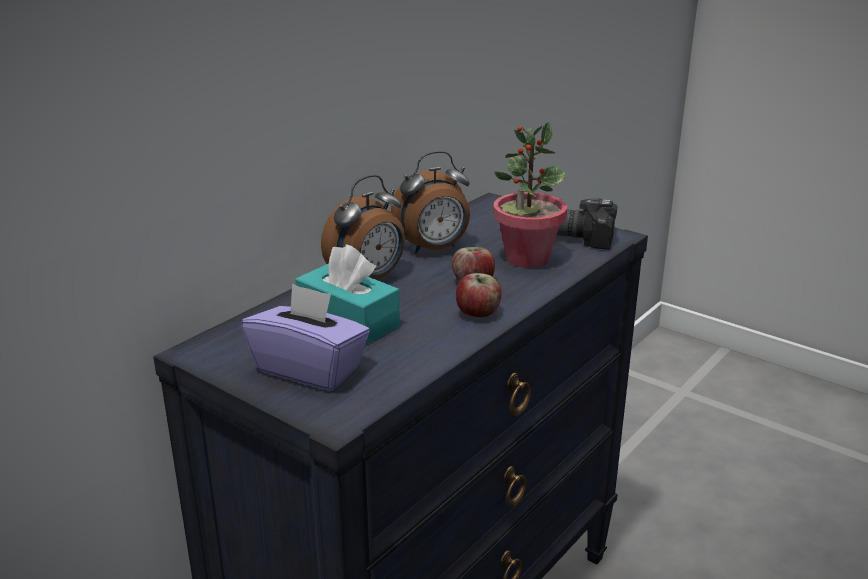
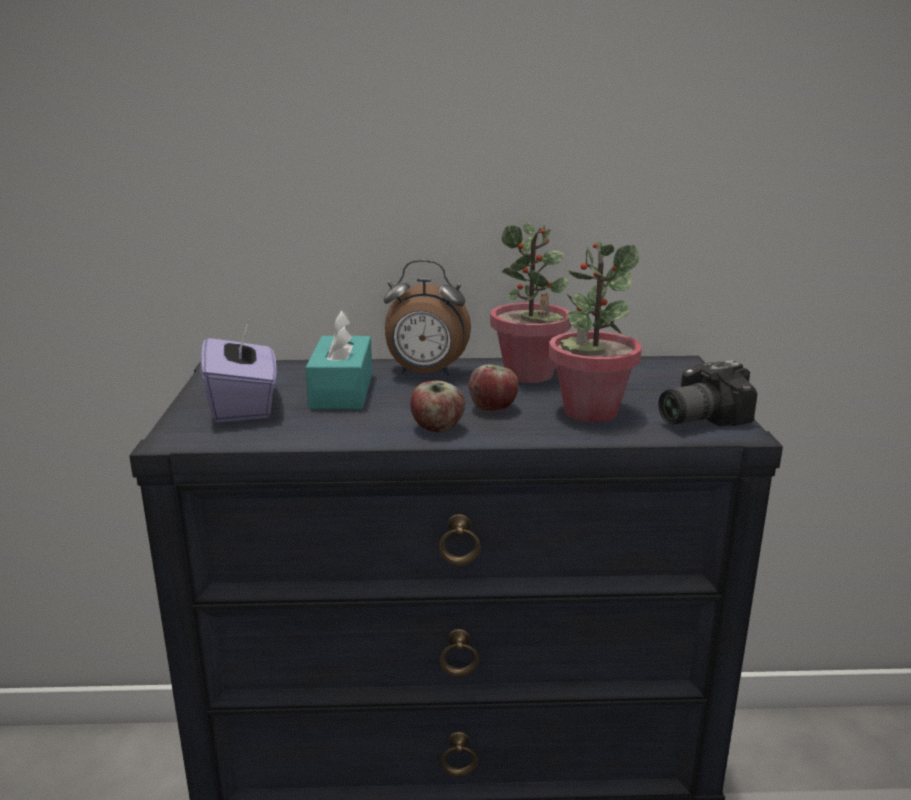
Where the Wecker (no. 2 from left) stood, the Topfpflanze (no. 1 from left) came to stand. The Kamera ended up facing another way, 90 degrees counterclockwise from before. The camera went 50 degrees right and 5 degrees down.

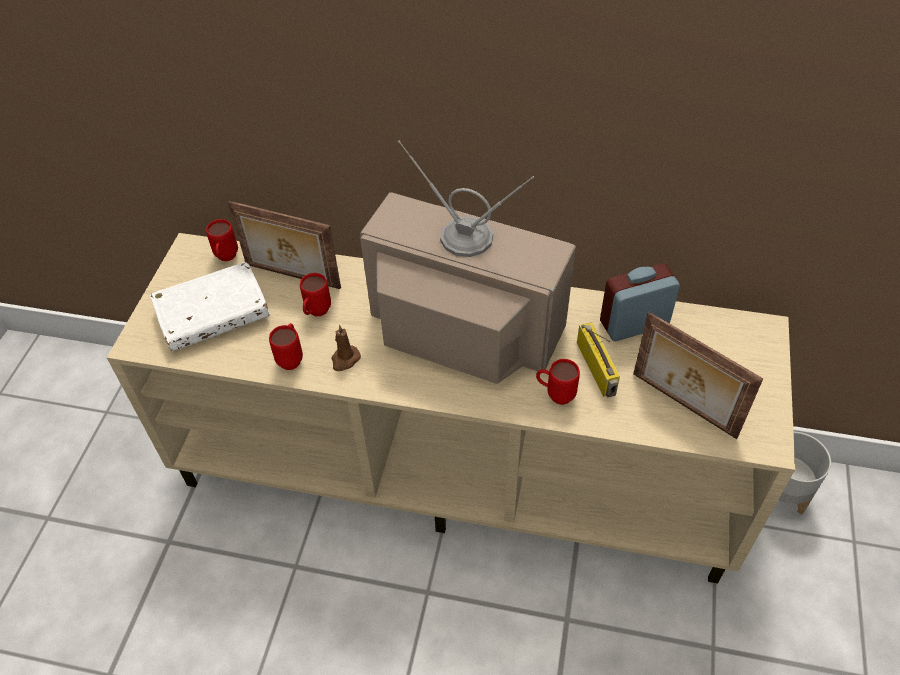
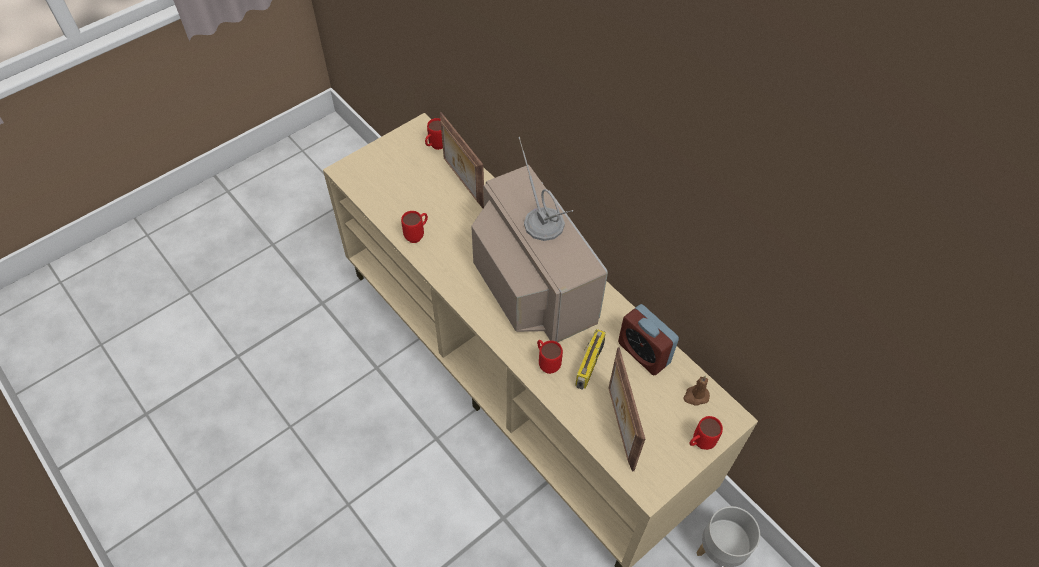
The Wecker ended up facing another way, 150 degrees counterclockwise from before. The Kerze [braun] ended up elsewhere. The Henkelbecher [rot] (no. 3 from left in the first image) ended up elsewhere. The second view lost the Buch [weiß]. The camera went 35 degrees right and 5 degrees up.

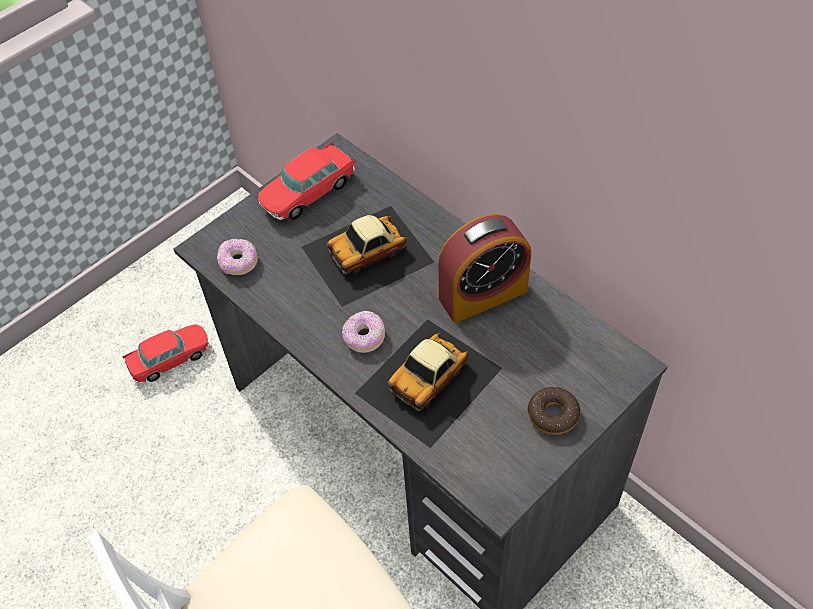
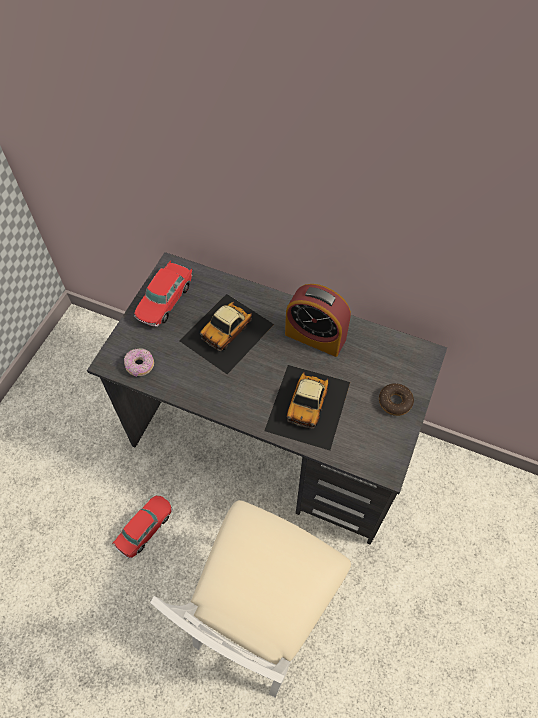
The Spielzeugauto (no. 1 from left) ended up elsewhere. The Wecker ended up facing another way, 75 degrees clockwise from before. The second view lost the Donut (no. 2 from left). The camera went 25 degrees left and 5 degrees up.

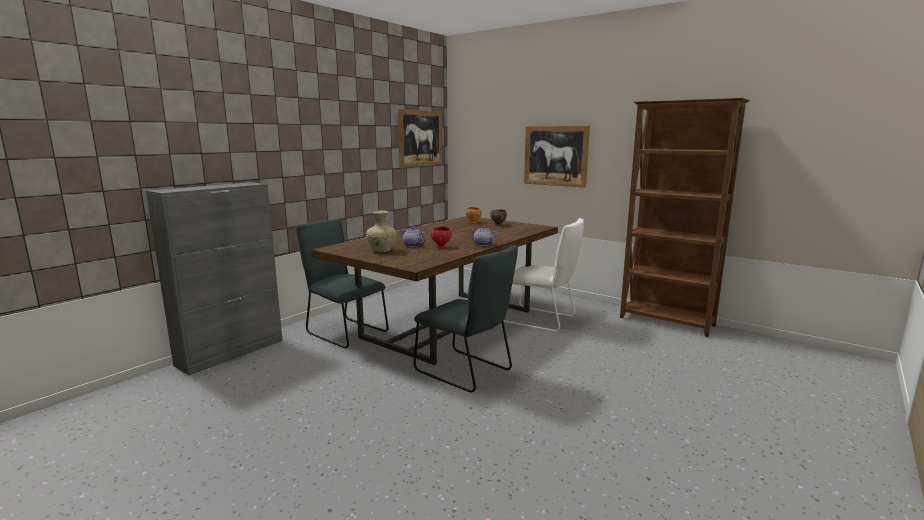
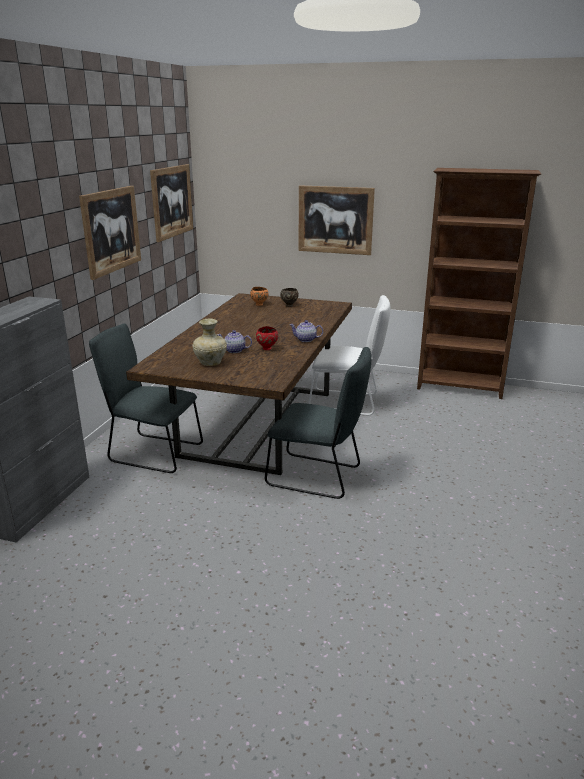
The second view gained the Bild (no. 1 from left). The camera went 20 degrees left and 10 degrees up.

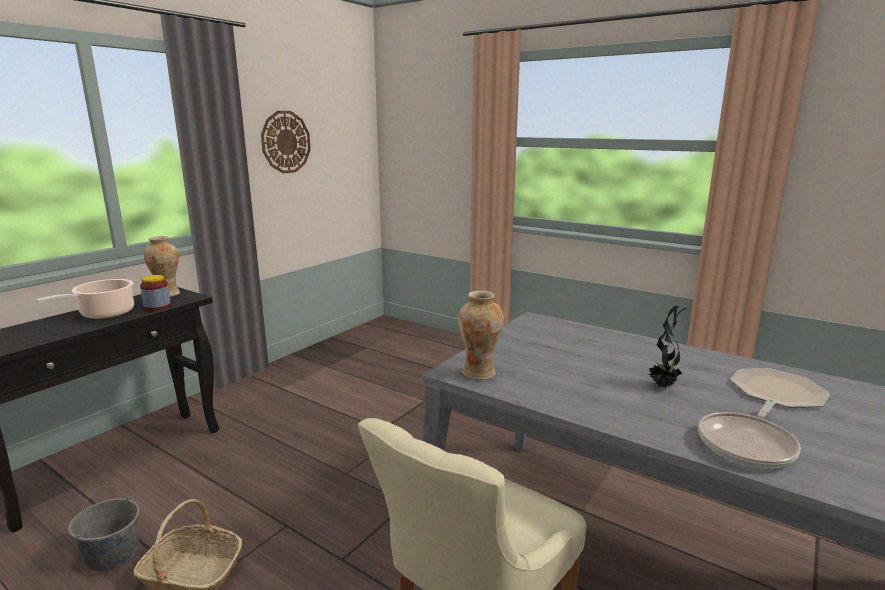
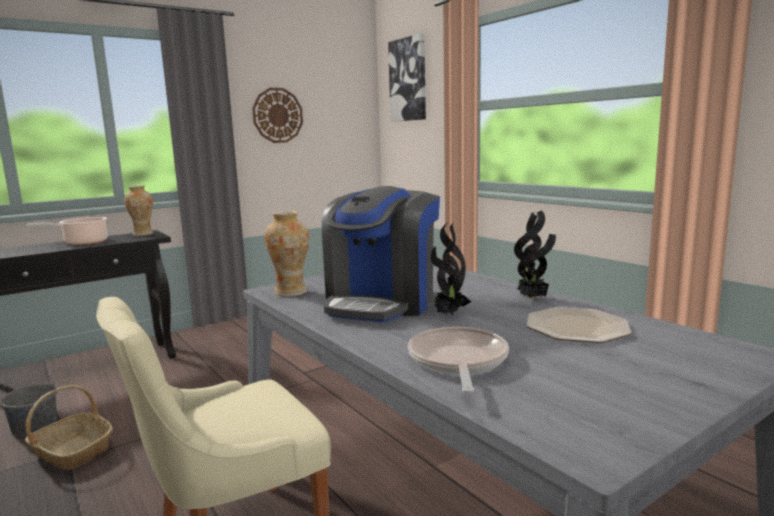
The second view gained the Kaffeemaschine. The second view gained the Bild. The Pfanne ended up facing another way, 120 degrees clockwise from before. The second view gained the Topfpflanze (no. 2 from left). The second view lost the Vorratsglas. The camera went 20 degrees right and 5 degrees down.

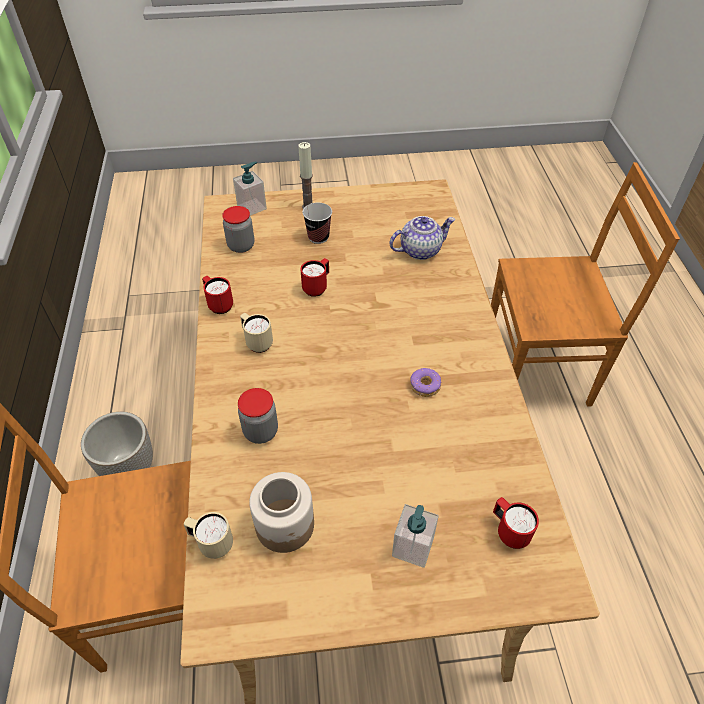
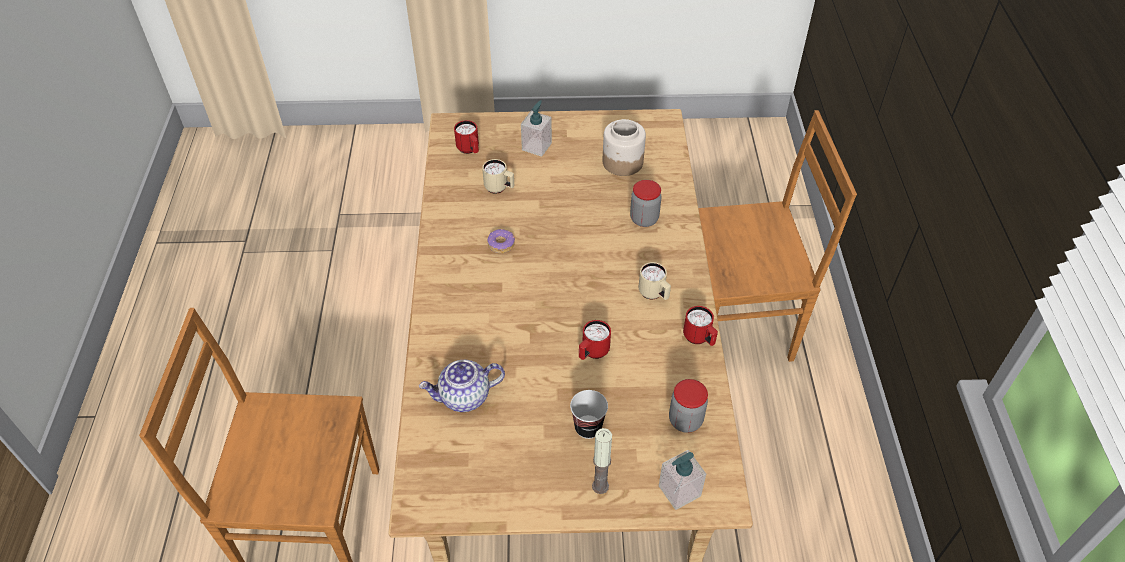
The Henkelbecher [beige] (no. 1 from left) ended up elsewhere. The second view lost the Pflanzkübel. The camera went 175 degrees left and 0 degrees up.

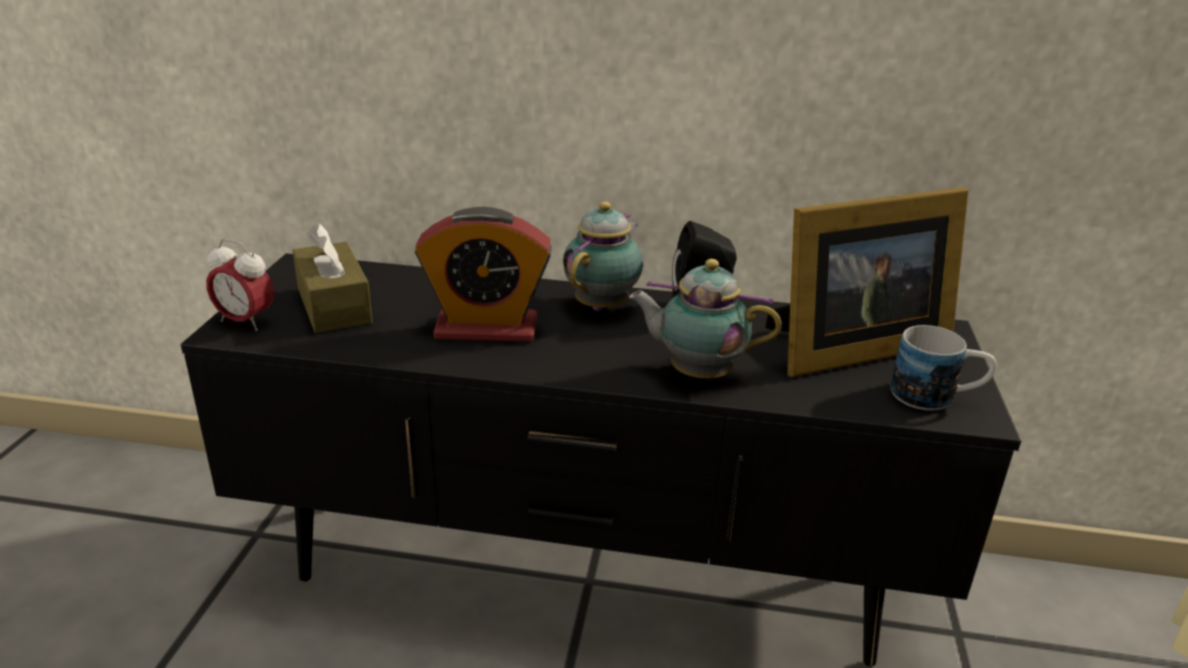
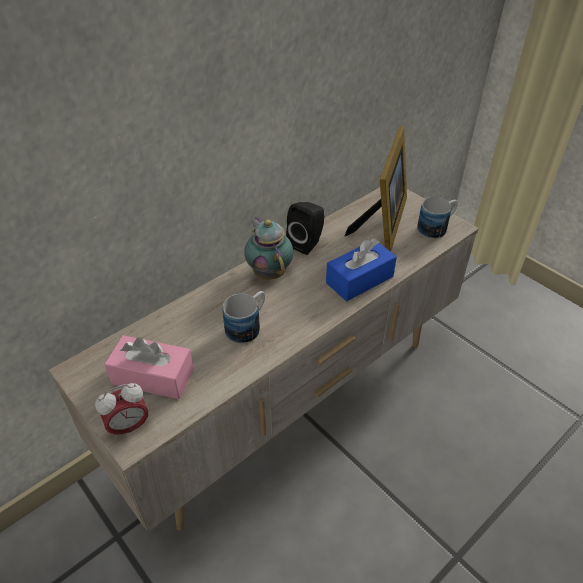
What was the Fernsehschrank [schwarz] turned into the Fernsehschrank [beige]. What was the Taschentuchbox [braun] turned into the Taschentuchbox [rosa]. Where the Wecker (no. 2 from left) stood, the Henkelbecher (no. 1 from left) came to stand. Where the Teekanne (no. 2 from left) stood, the Taschentuchbox [blau] came to stand. The camera went 50 degrees left and 15 degrees up.

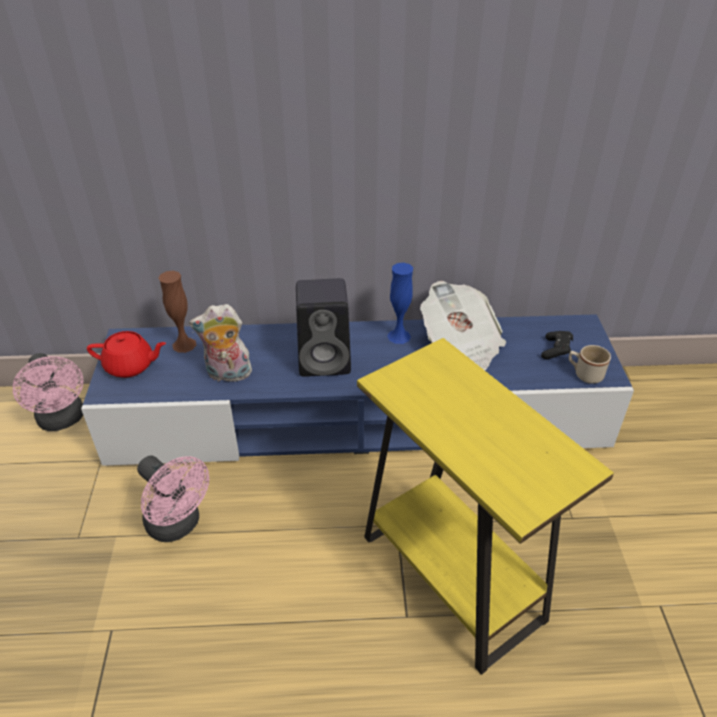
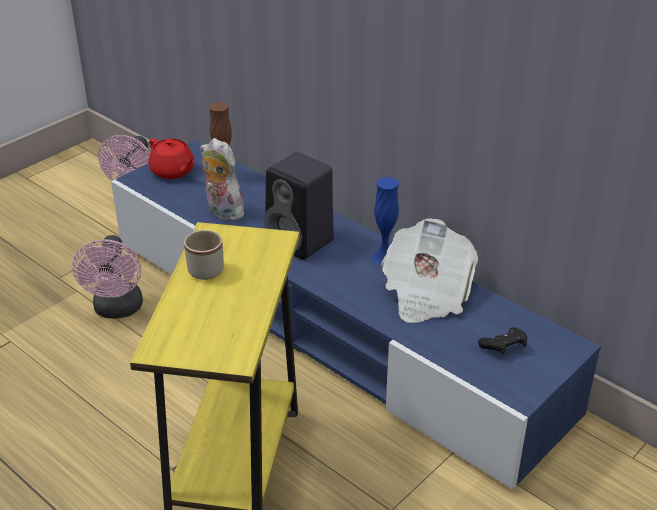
The Henkelbecher [beige] ended up elsewhere. The camera went 45 degrees right and 5 degrees down.

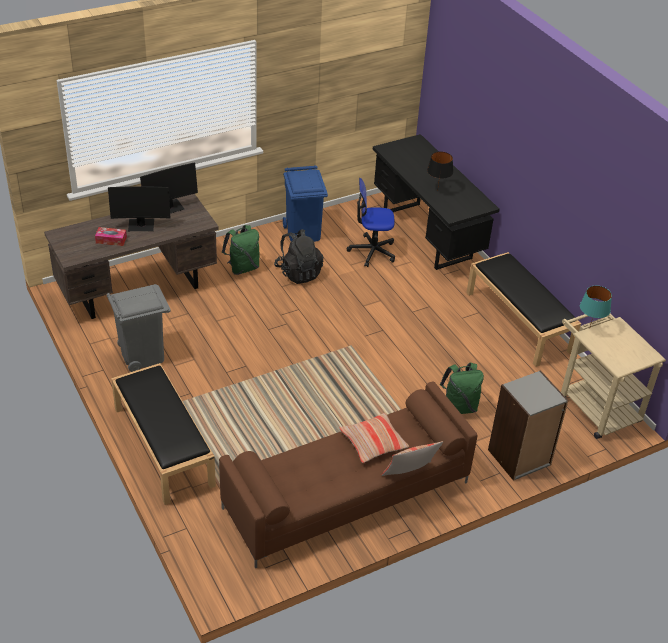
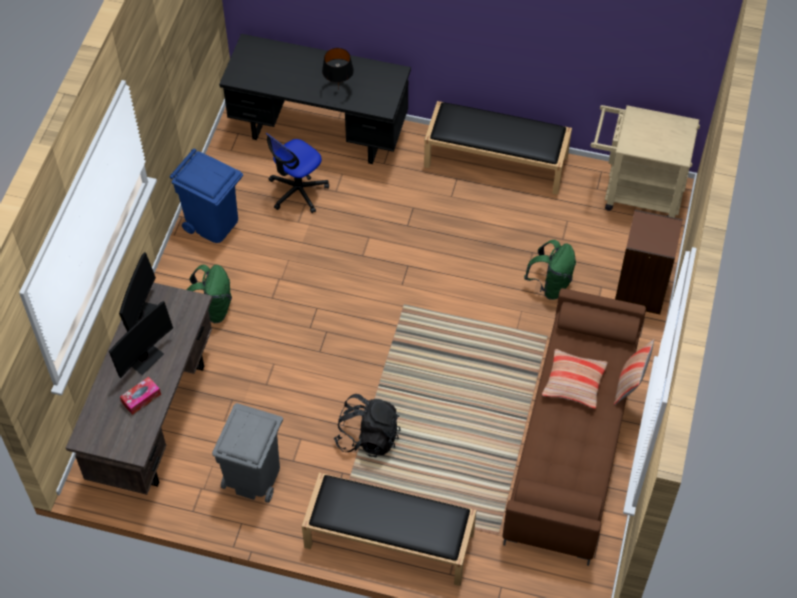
The Rucksack [schwarz] ended up elsewhere. What was the Bücherregal [grau] turned into the Bücherregal [braun]. The second view lost the Tischlampe [türkis]. The camera went 45 degrees left and 15 degrees up.

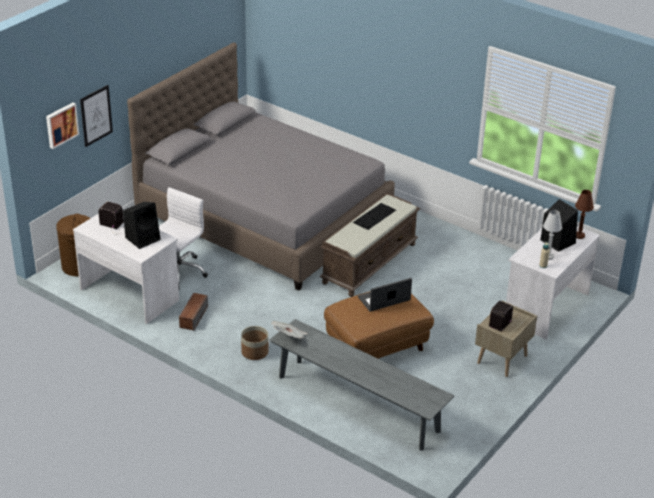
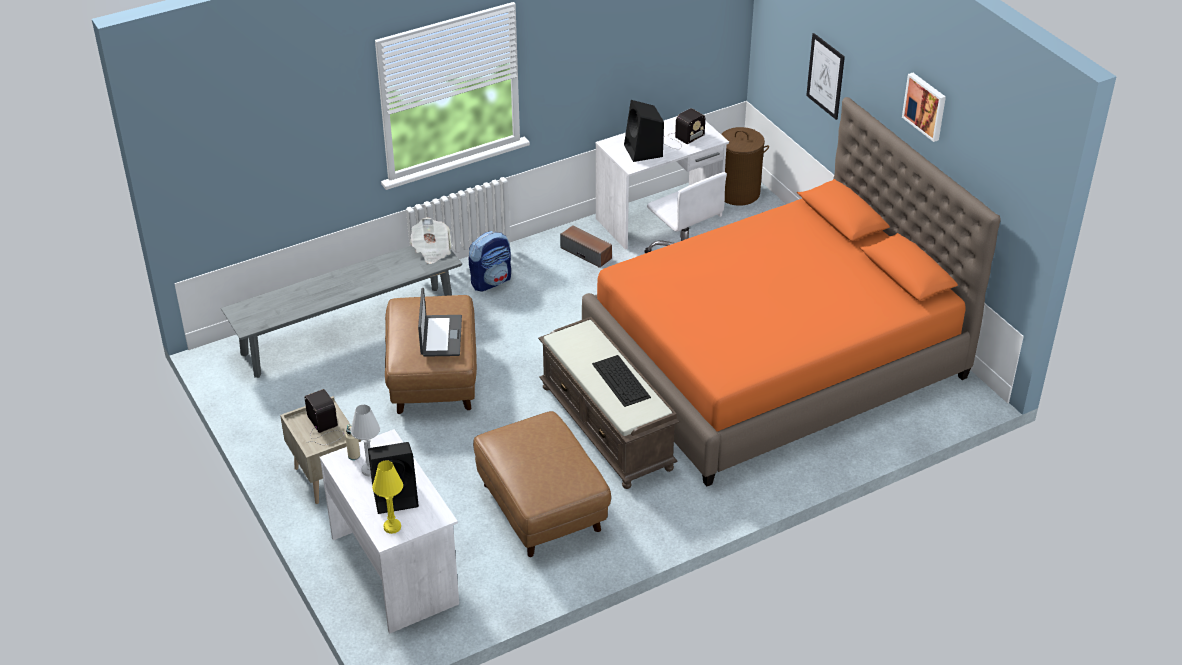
What was the Tischlampe [braun] turned into the Tischlampe [gelb]. Where the Pflanzkübel stood, the Rucksack came to stand. The second view gained the Polsterhocker [braun] (no. 2 from left). What was the Bett [grau] turned into the Bett [orange]. The Bild (no. 1 from left in the first image) ended up elsewhere. The camera went 115 degrees right and 5 degrees up.

